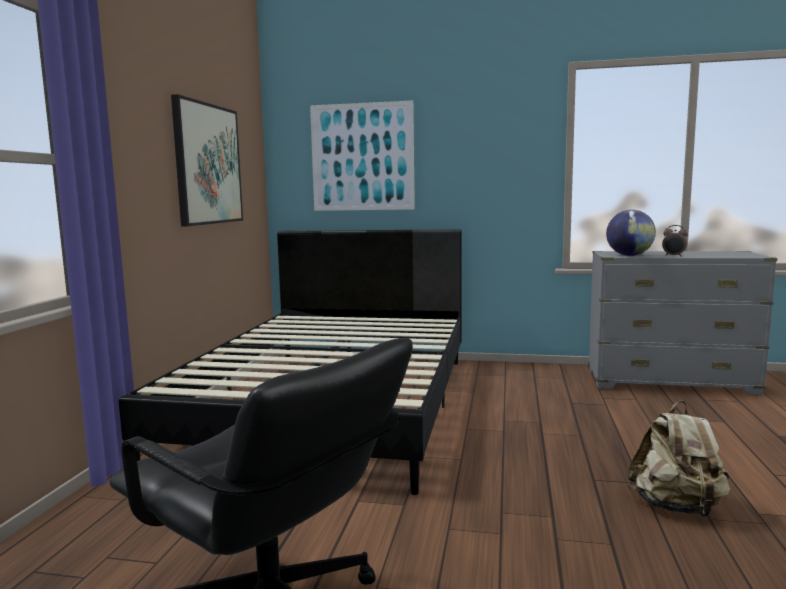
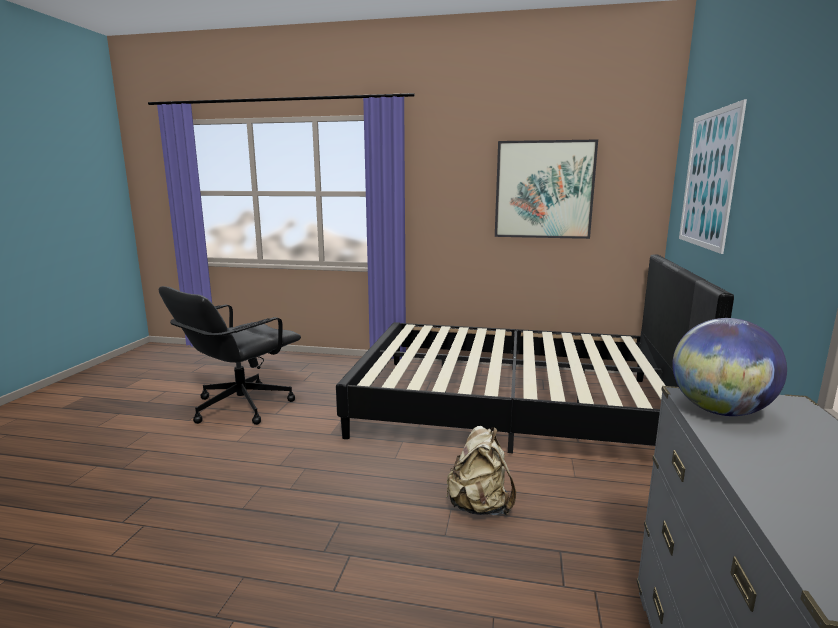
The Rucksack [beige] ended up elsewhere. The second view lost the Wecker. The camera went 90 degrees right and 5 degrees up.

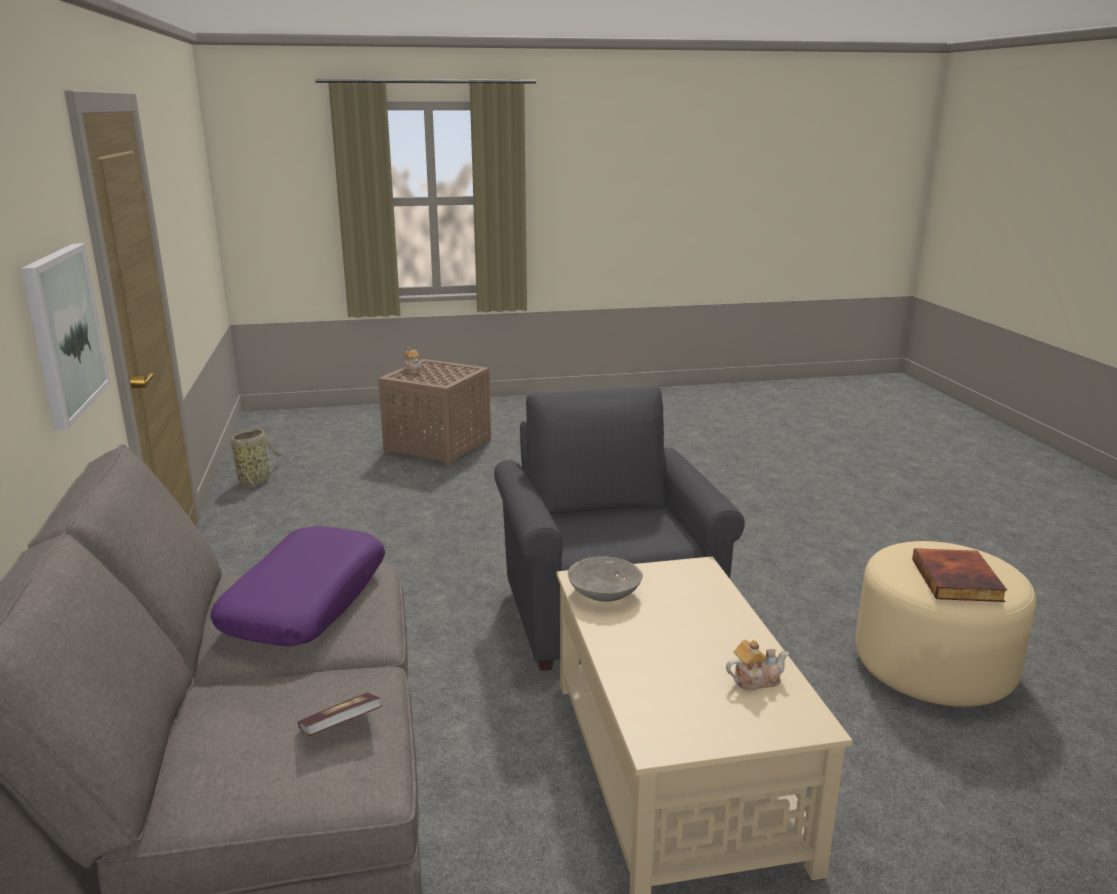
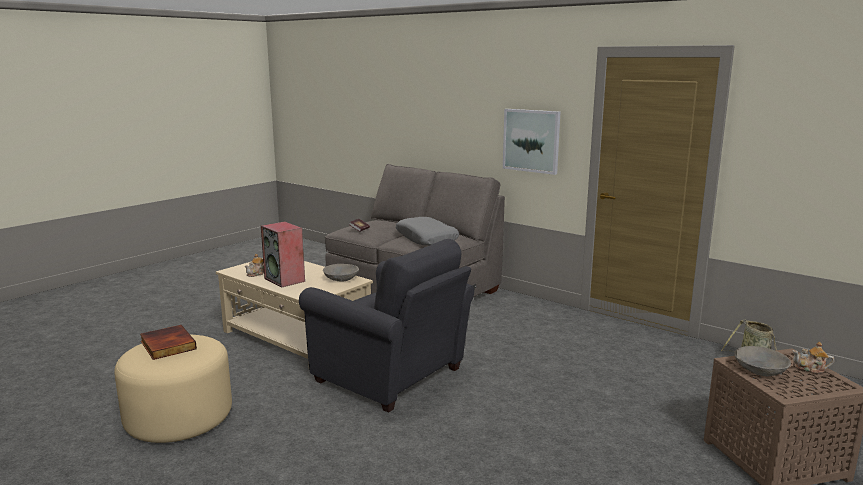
The second view gained the Lautsprecher. What was the Kissen [lila] turned into the Kissen [grau]. The second view gained the Schüssel [grau] (no. 2 from left). The camera went 140 degrees right and 5 degrees down.

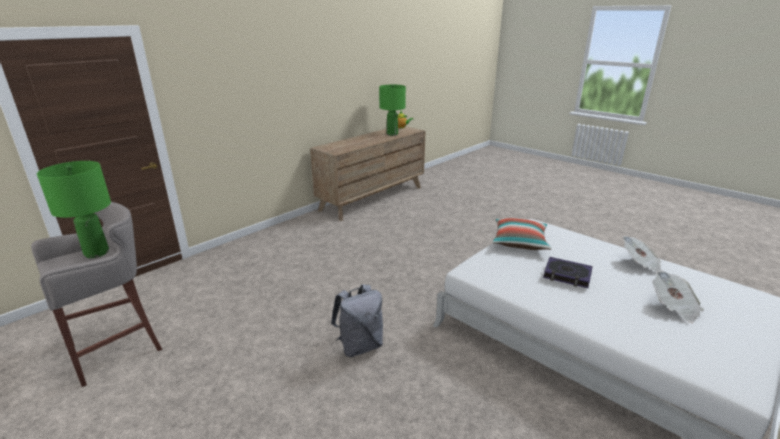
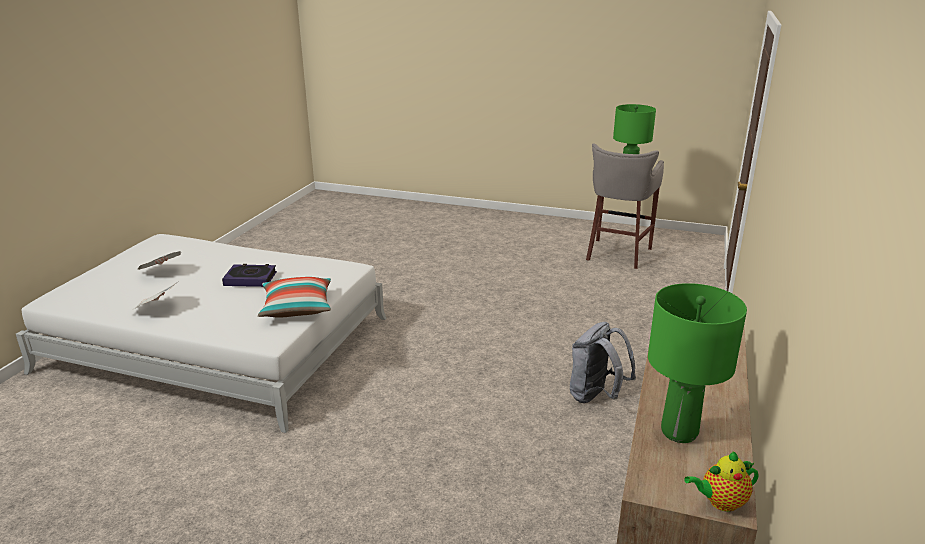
The Rucksack [grau] ended up elsewhere. The camera went 155 degrees right and 0 degrees up.

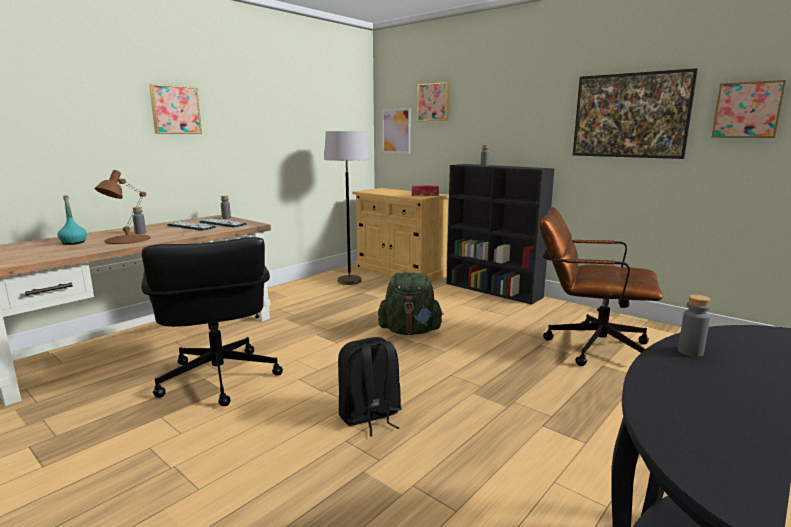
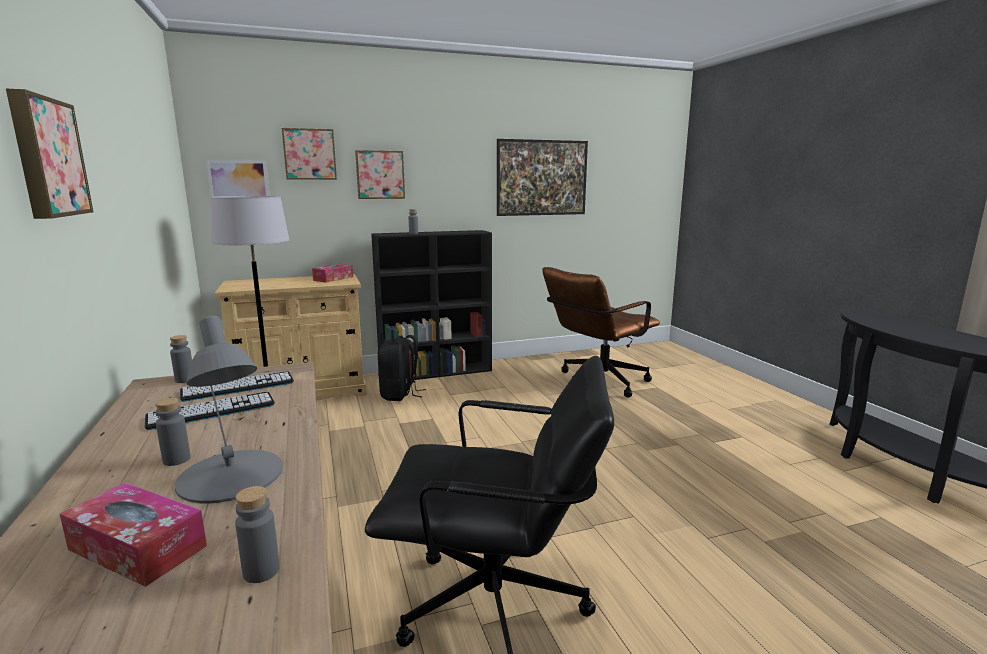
Where the Flasche [türkis] stood, the Taschentuchbox (no. 1 from left) came to stand. What was the Tischlampe [braun] turned into the Tischlampe [grau]. The Flasche [grau] (no. 4 from left in the first image) ended up elsewhere. The Bild (no. 5 from left in the first image) ended up elsewhere. The Rucksack [schwarz] ended up elsewhere. The second view lost the Rucksack [grün]. The camera went 60 degrees left and 0 degrees up.

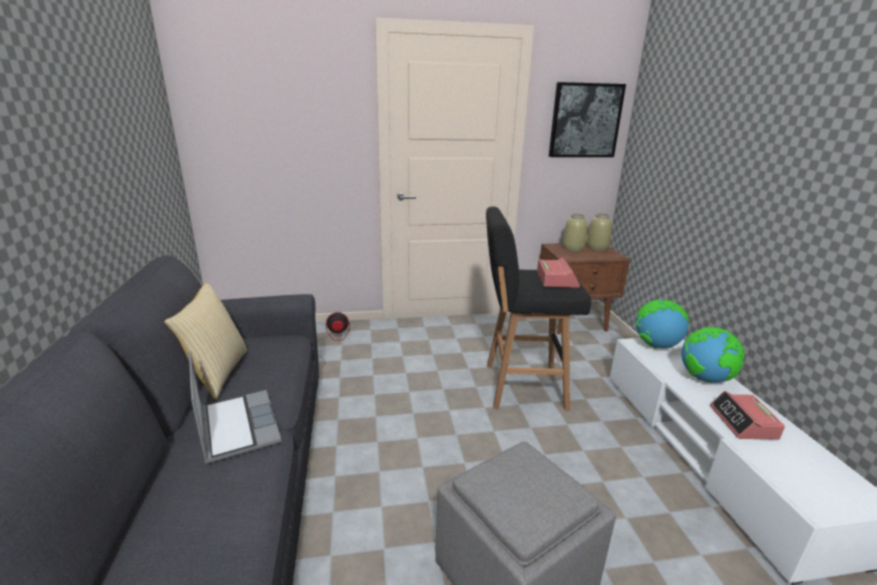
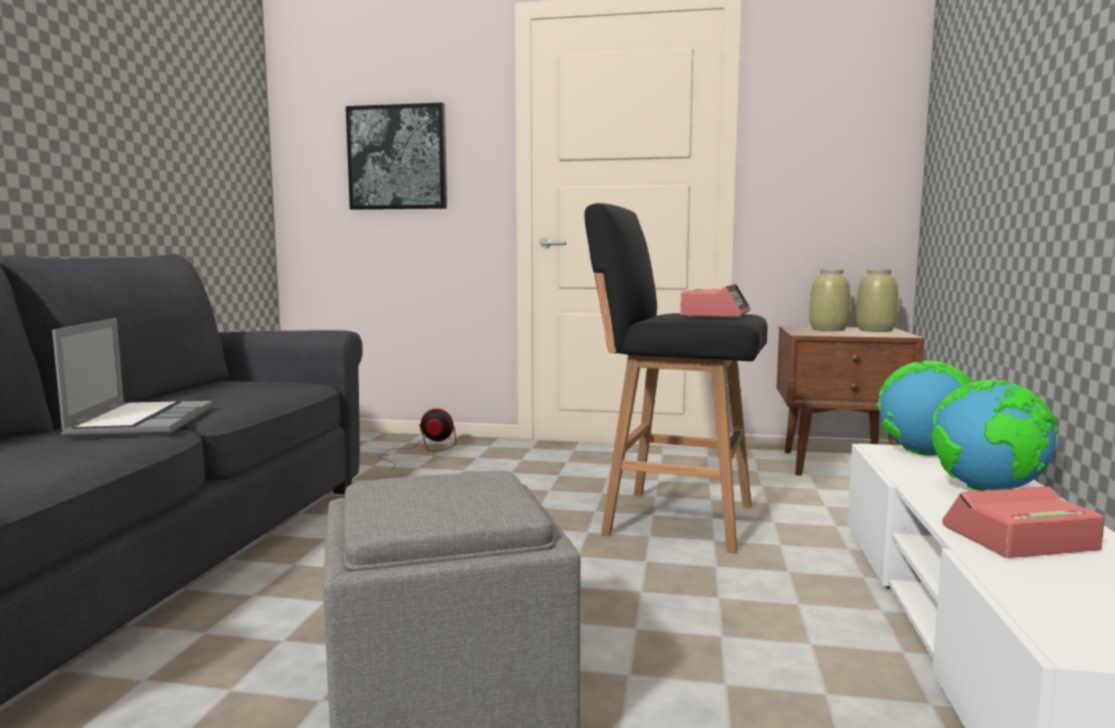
The Bild ended up elsewhere. The Wecker (no. 2 from left) ended up facing another way, 60 degrees clockwise from before. The second view lost the Kissen. The camera went 20 degrees right and 15 degrees down.

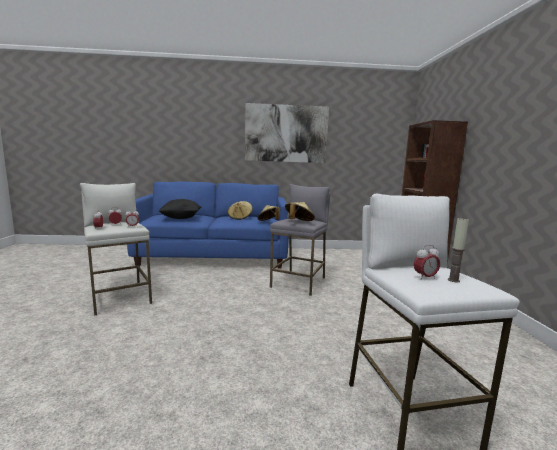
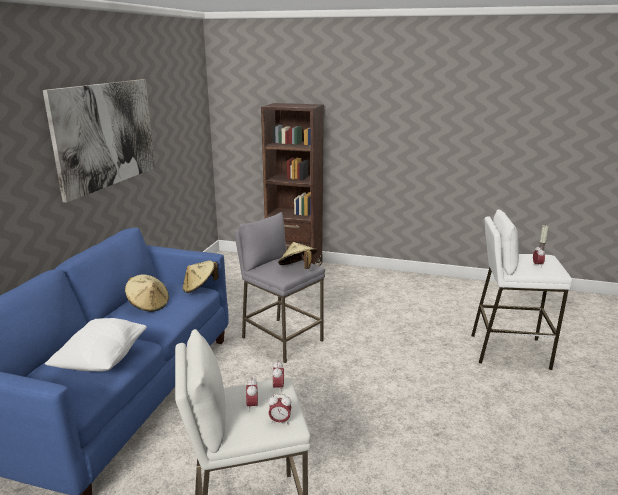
What was the Kissen [schwarz] turned into the Kissen [weiß]. The camera went 70 degrees left and 10 degrees up.

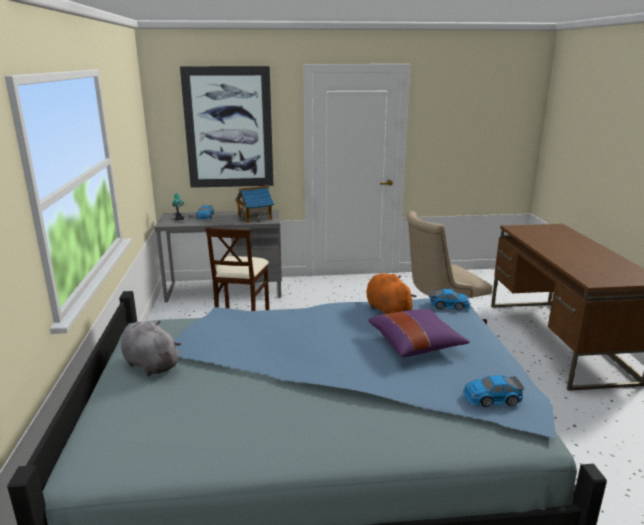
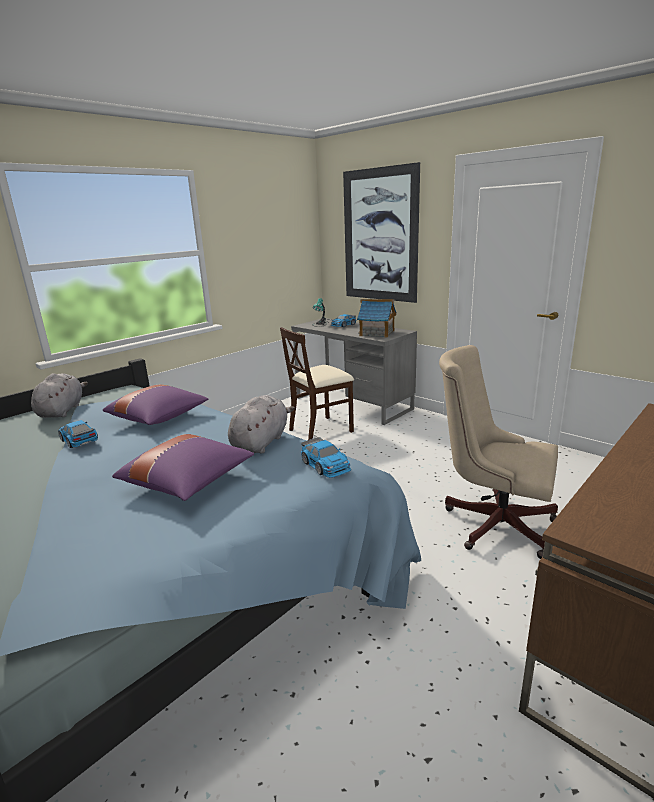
The Spielzeugauto (no. 3 from left in the first image) ended up elsewhere. The second view gained the Kissen [lila] (no. 1 from left). What was the Plüschtier [orange] turned into the Plüschtier [grau] (no. 2 from left). The camera went 50 degrees right and 0 degrees up.

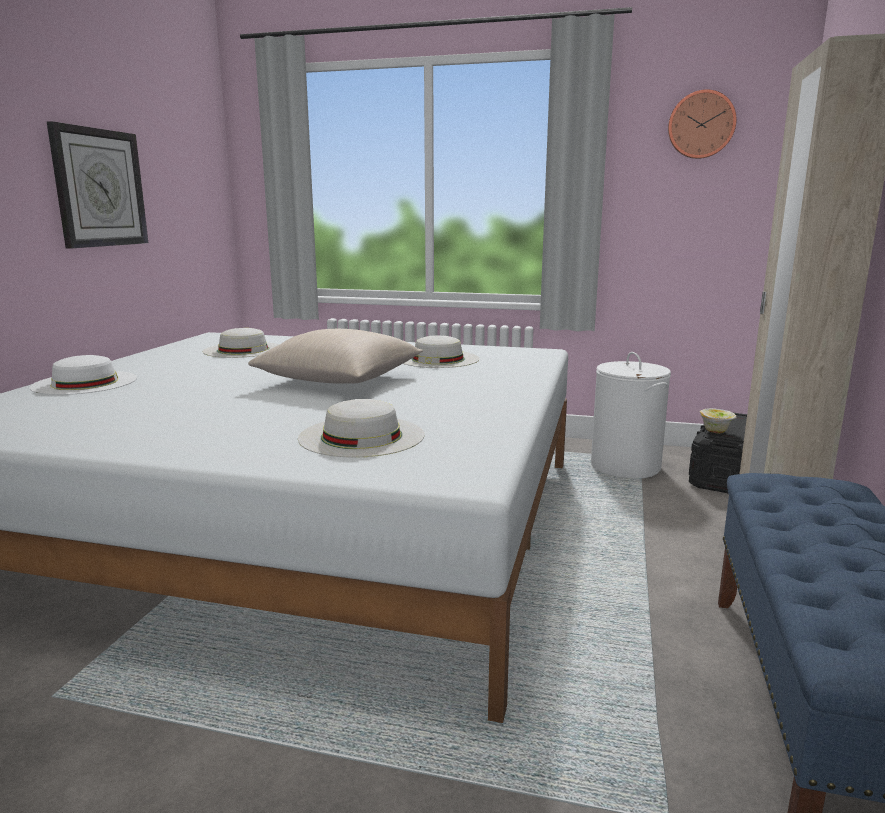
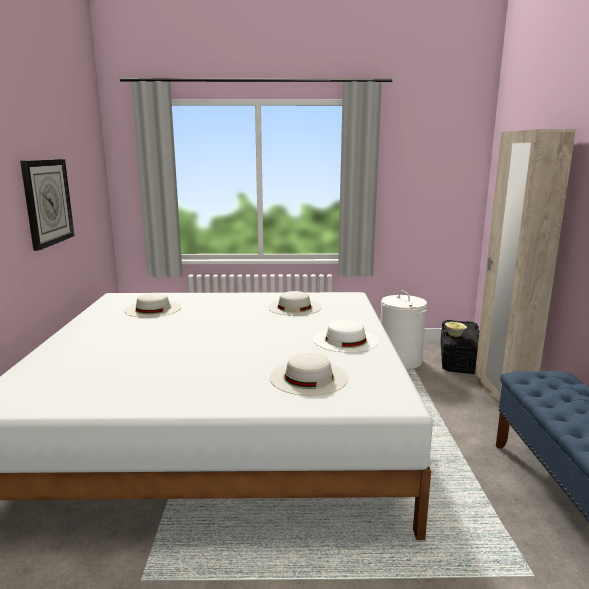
The Hut [weiß] (no. 1 from left in the first image) ended up elsewhere. The second view lost the Kissen [beige]. The second view lost the Wanduhr (no. 2 from left). The camera went 15 degrees left and 0 degrees up.

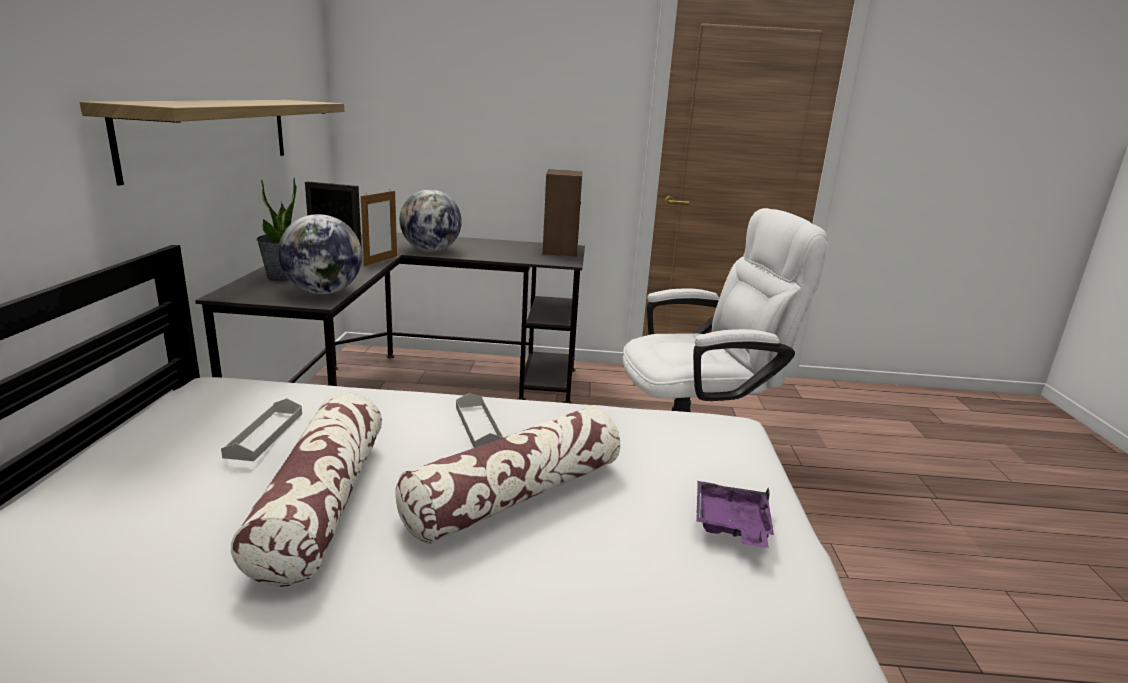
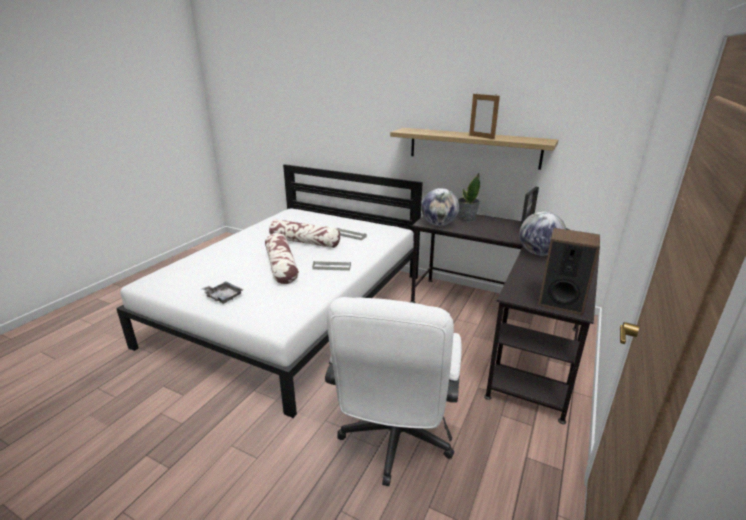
What was the Tablett [lila] turned into the Tablett [grau] (no. 1 from left). The Bilderrahmen (no. 2 from left in the first image) ended up elsewhere. The camera went 115 degrees right and 5 degrees up.

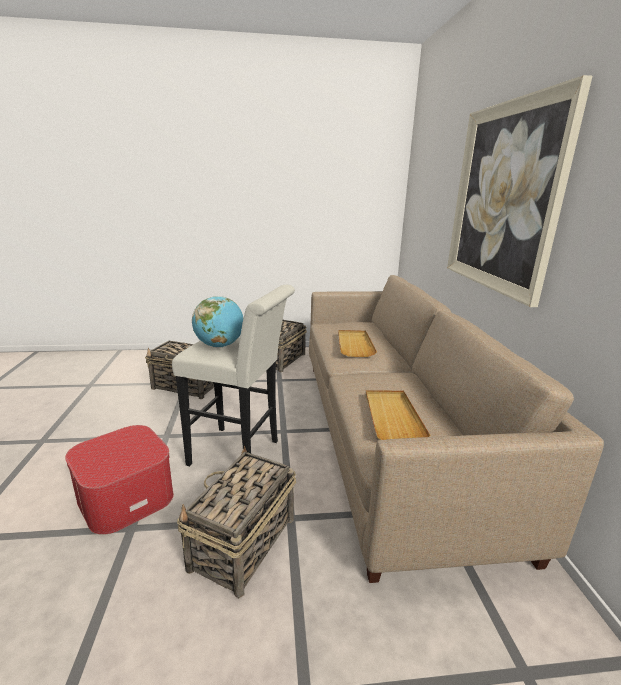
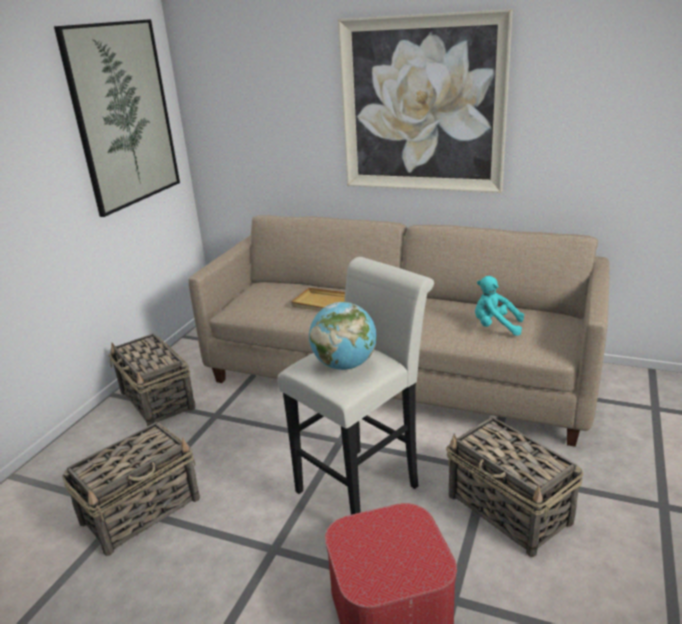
The second view gained the Bild (no. 1 from left). Where the Tablett [beige] (no. 2 from left) stood, the Plüschtier [türkis] came to stand. The camera went 60 degrees left and 5 degrees up.

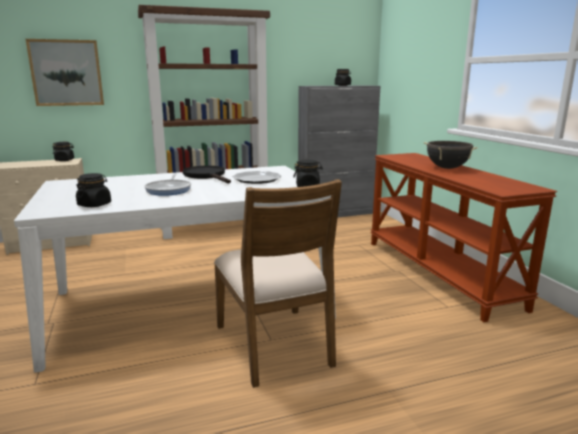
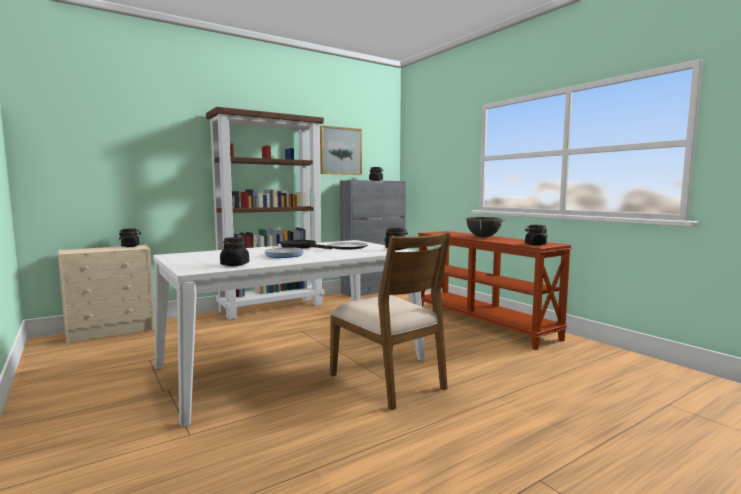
The Bild ended up elsewhere. The second view gained the Vorratsglas [schwarz] (no. 5 from left). The camera went 15 degrees left and 10 degrees down.

